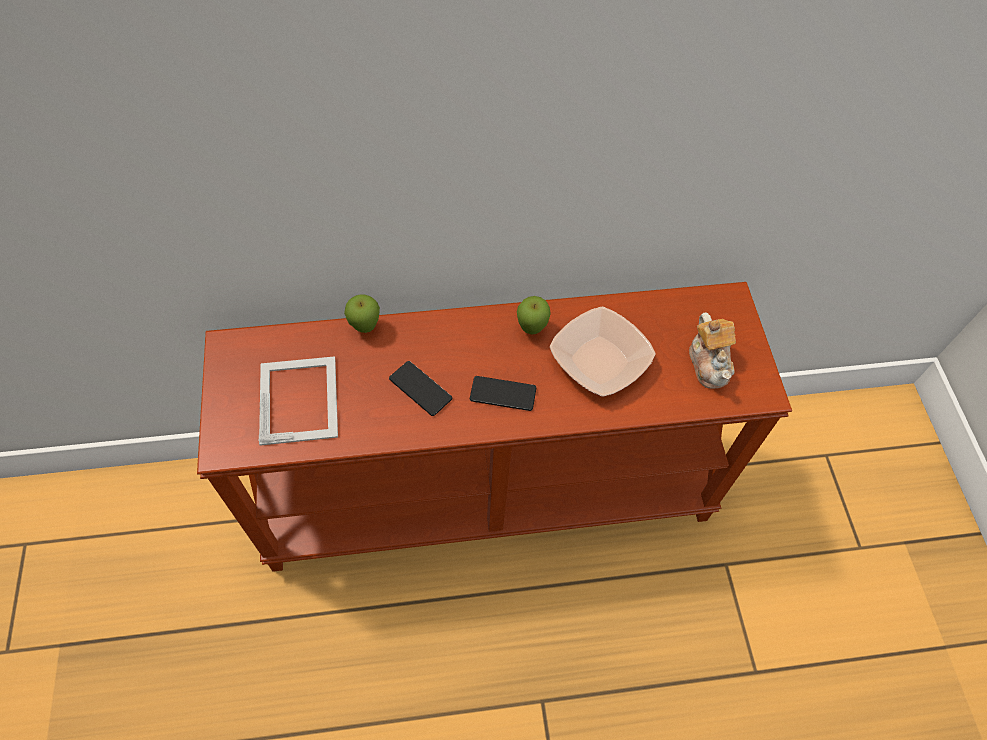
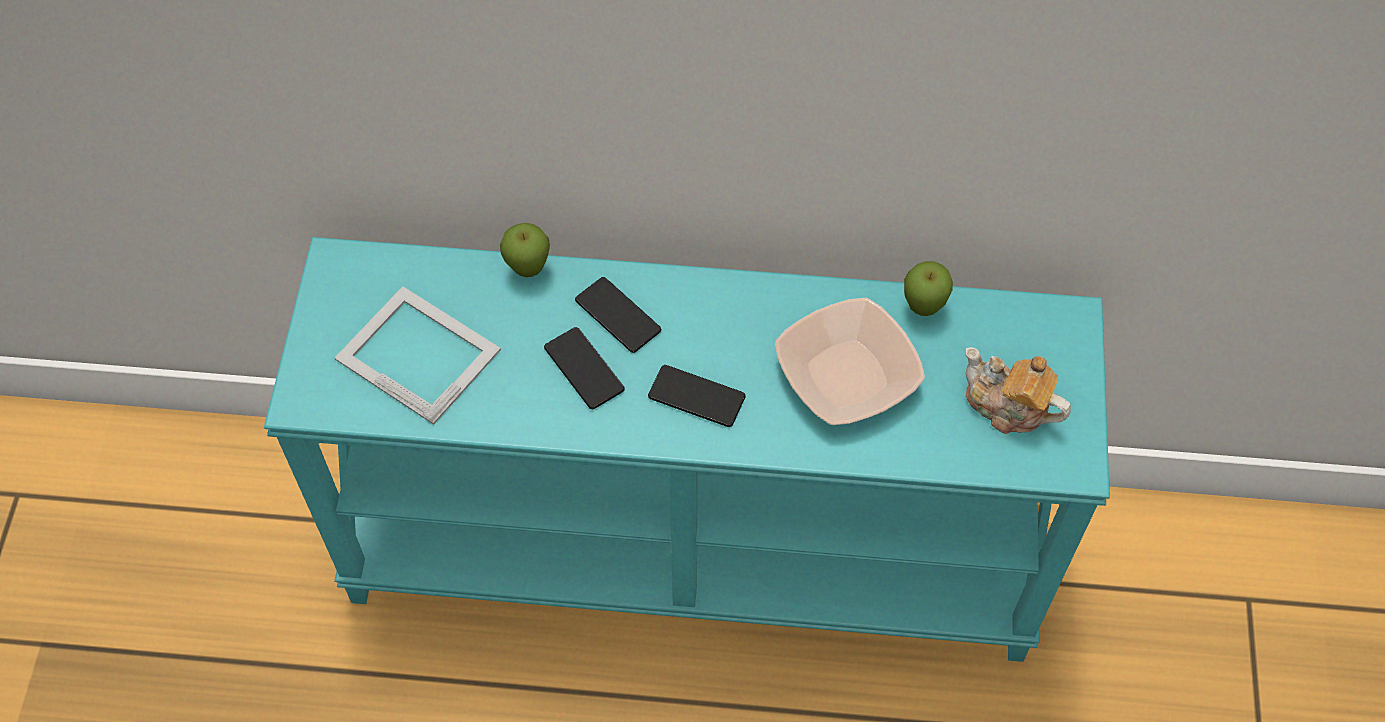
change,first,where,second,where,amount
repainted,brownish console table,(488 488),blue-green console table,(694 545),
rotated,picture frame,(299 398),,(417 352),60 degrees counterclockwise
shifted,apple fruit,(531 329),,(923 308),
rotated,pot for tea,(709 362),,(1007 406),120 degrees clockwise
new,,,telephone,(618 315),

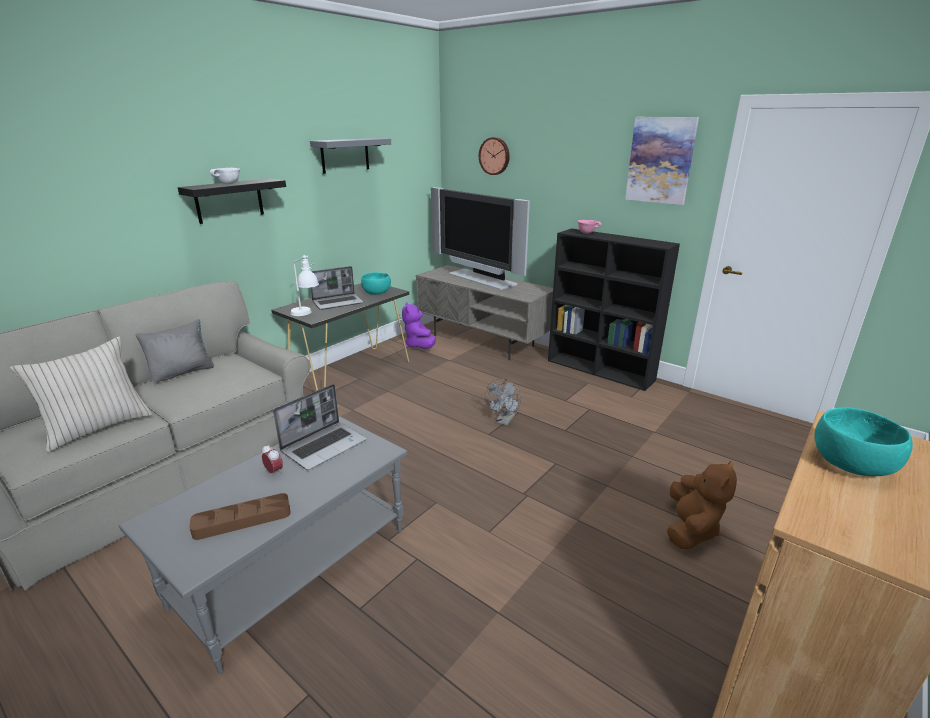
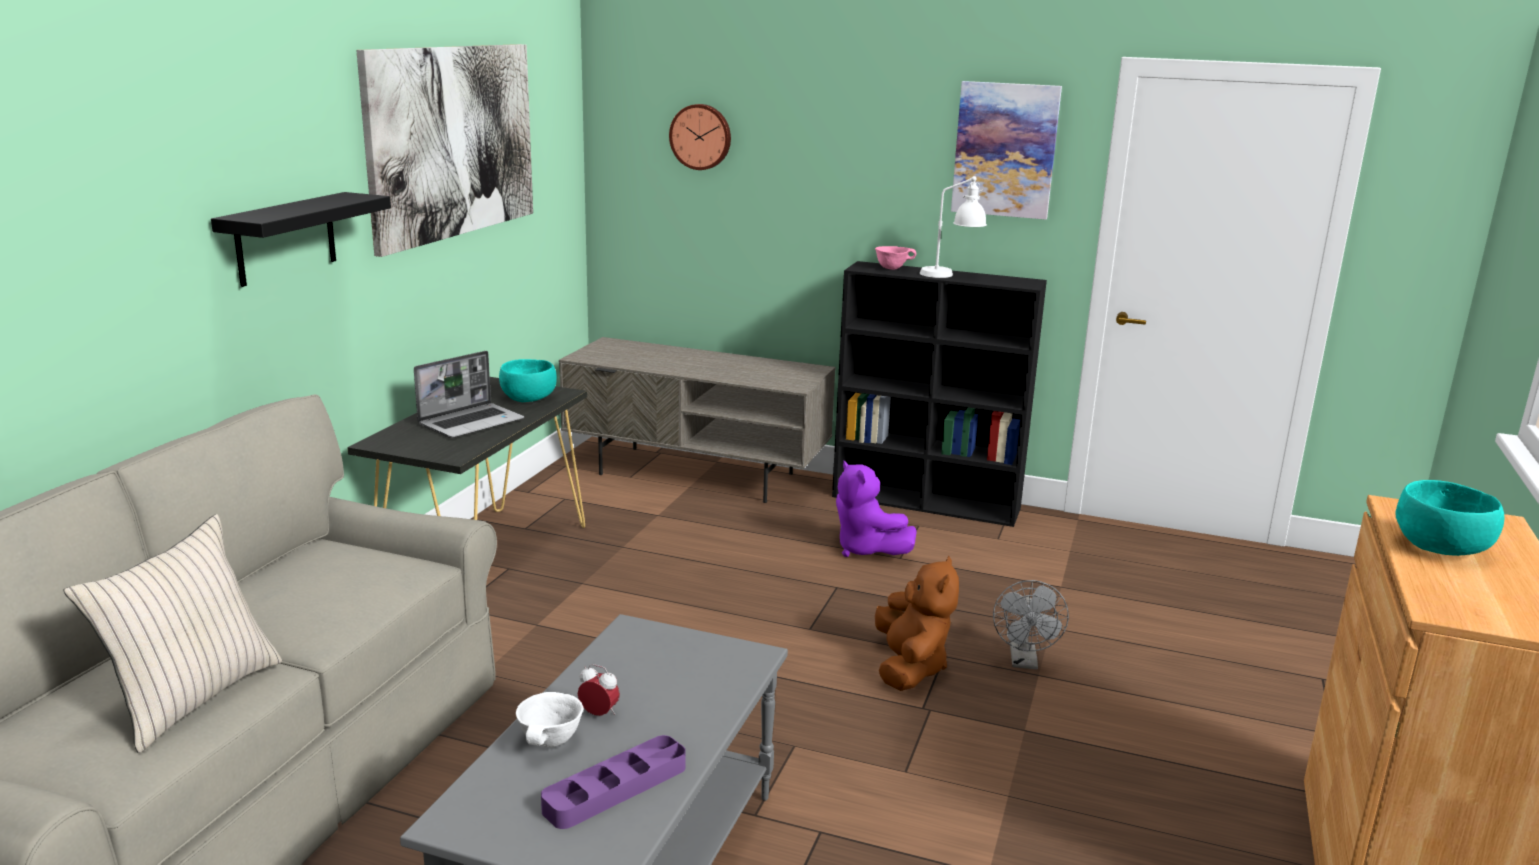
change,first,where,second,where,amount
gone,gray cushion,(183 372),,,
repainted,brownish tray,(242 520),purple-coloured tray,(615 788),
shifted,whitish bowl,(228 184),,(551 742),
gone,portable computer,(324 446),,,
shifted,whitish lamp for a table,(307 314),,(951 275),
swapped,gray shelf,(345 155),picture,(452 142),
shifted,purple-coloured soft toy,(419 346),,(866 550),
gone,television,(481 279),,,
shifted,gray cooling fan,(504 421),,(1024 662),
shifted,brownish soft toy,(691 529),,(909 667),

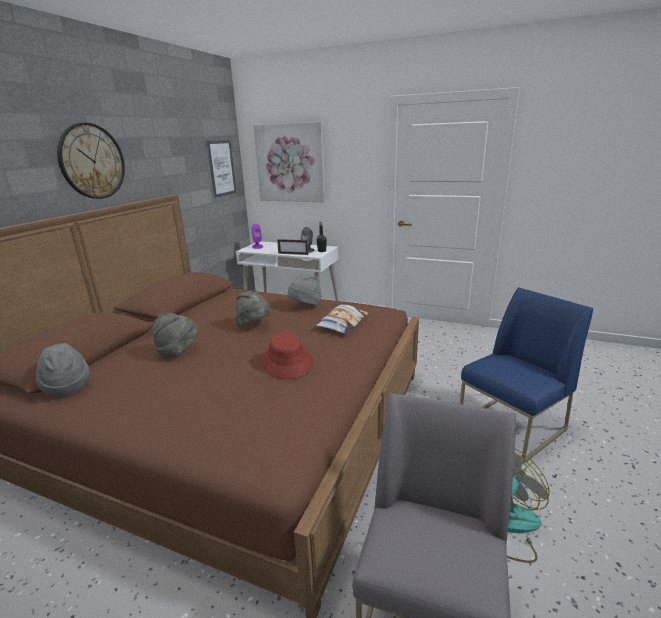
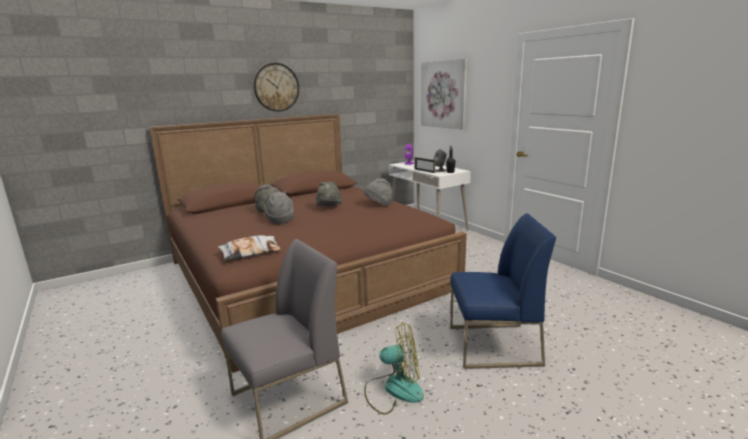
change,first,where,second,where,amount
shifted,gray clothing hat,(67 387),,(281 220),
gone,picture,(221 168),,,
gone,red clothing hat,(287 362),,,
shifted,cushion,(342 323),,(250 252),

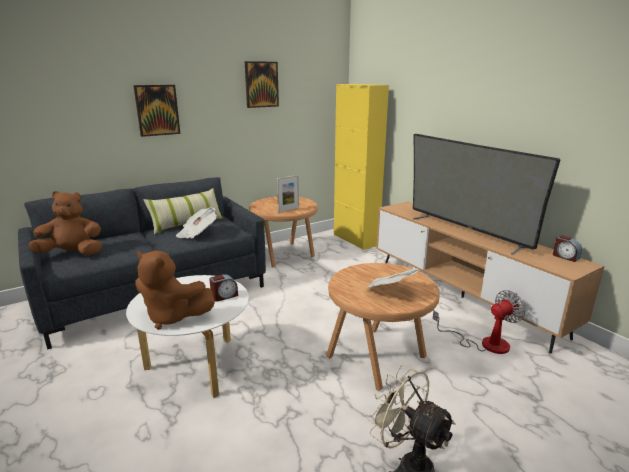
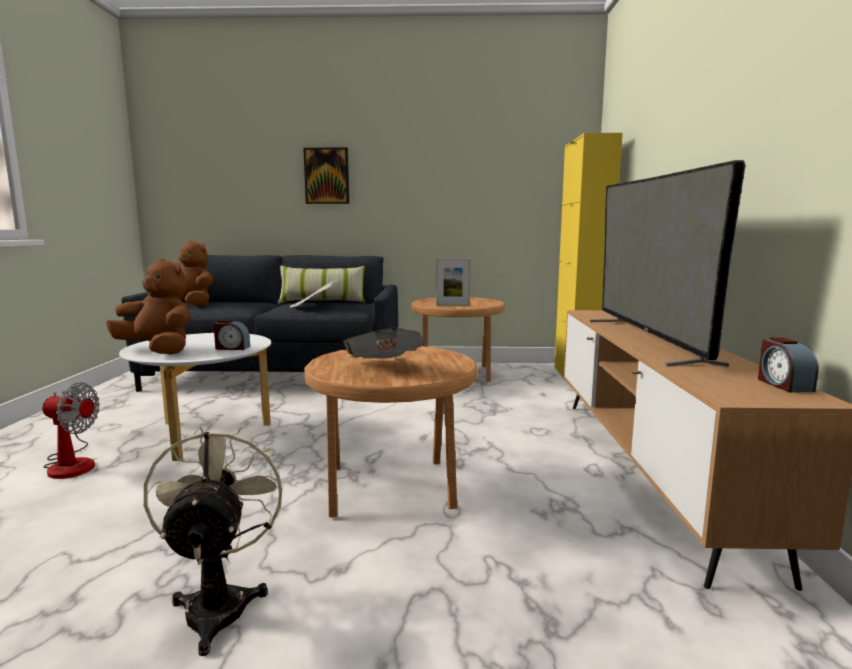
change,first,where,second,where,amount
rotated,brownish soft toy,(172 317),,(158 350),150 degrees clockwise
gone,picture,(261 84),,,
shifted,cooling fan,(484 343),,(72 463),

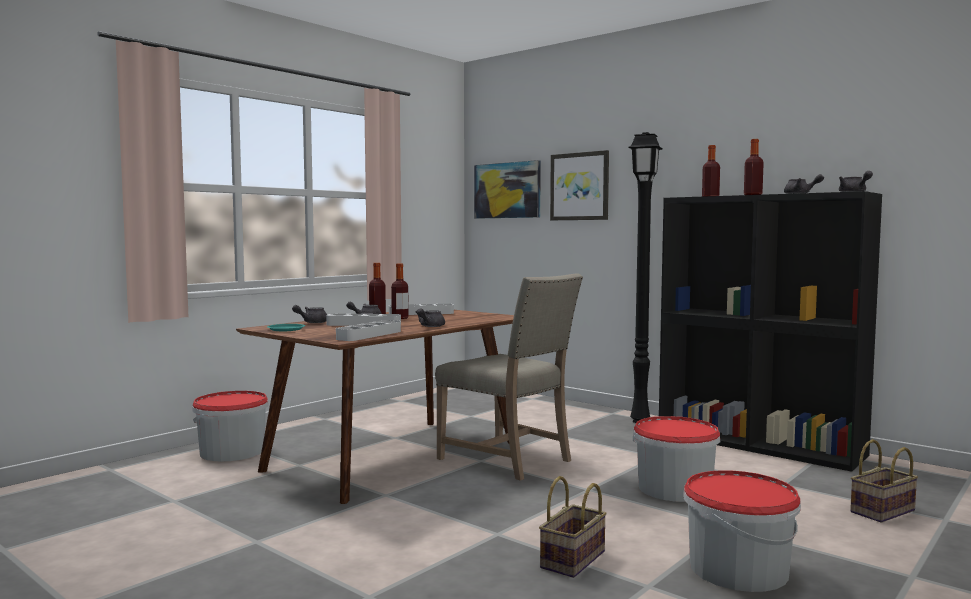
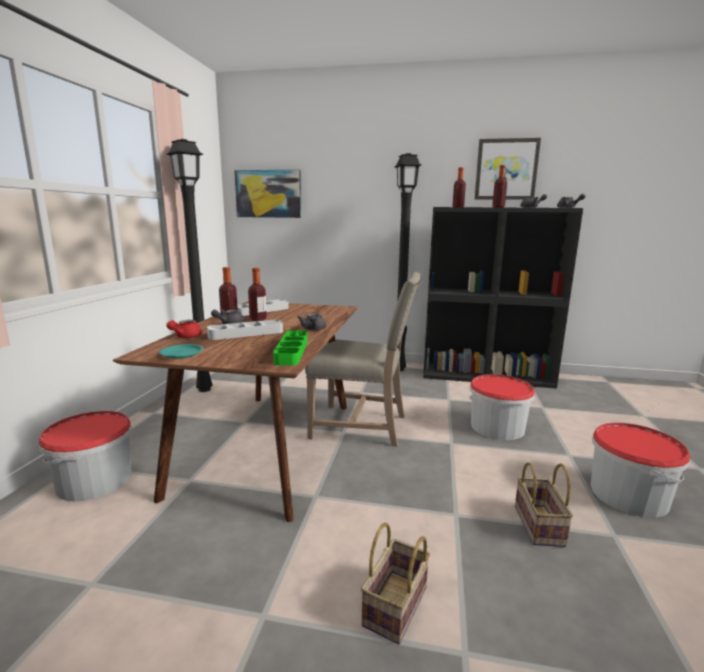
change,first,where,second,where,amount
repainted,gray pot for tea,(311 322),red pot for tea,(185 337),
repainted,gray tray,(369 335),green tray,(291 351),
shifted,picture,(580 186),,(506 169),
shifted,household basket,(883 512),,(396 608),
new,,,black floor lamp,(205 389),

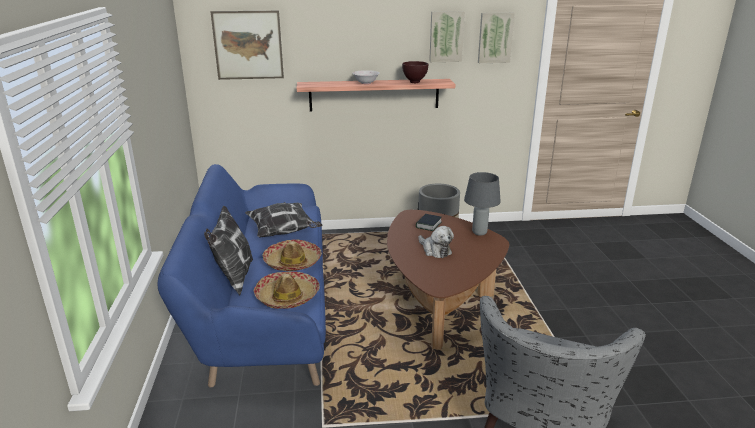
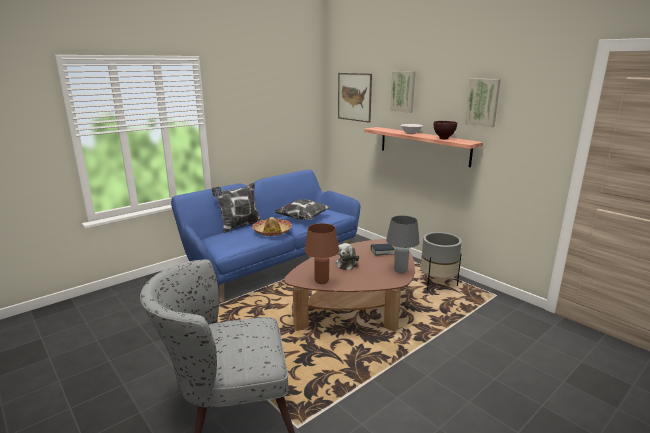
change,first,where,second,where,amount
gone,clothing hat,(287 297),,,
shifted,picture,(495 37),,(403 91),
new,,,brownish lamp for a table,(322 281),

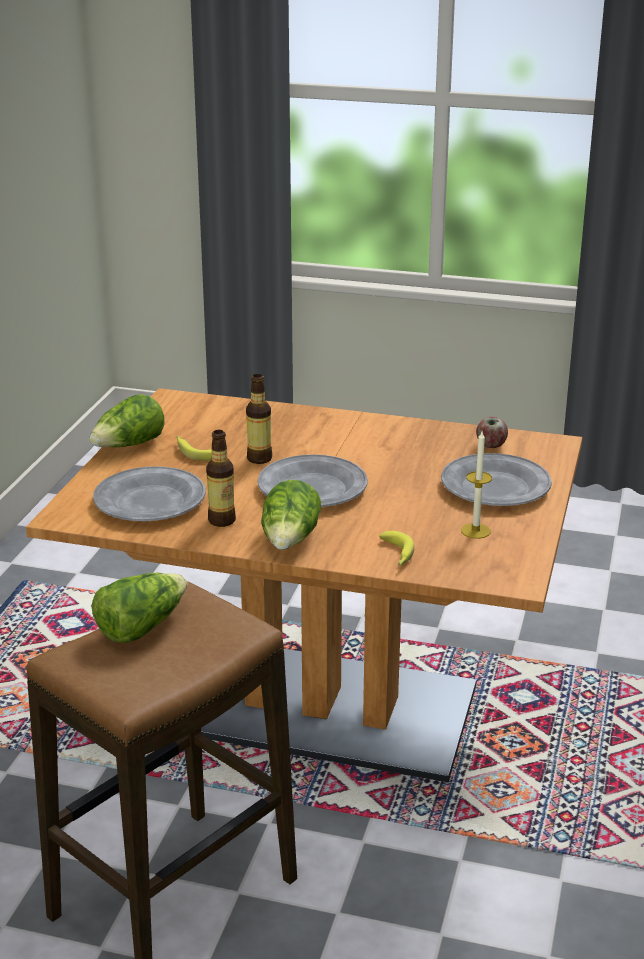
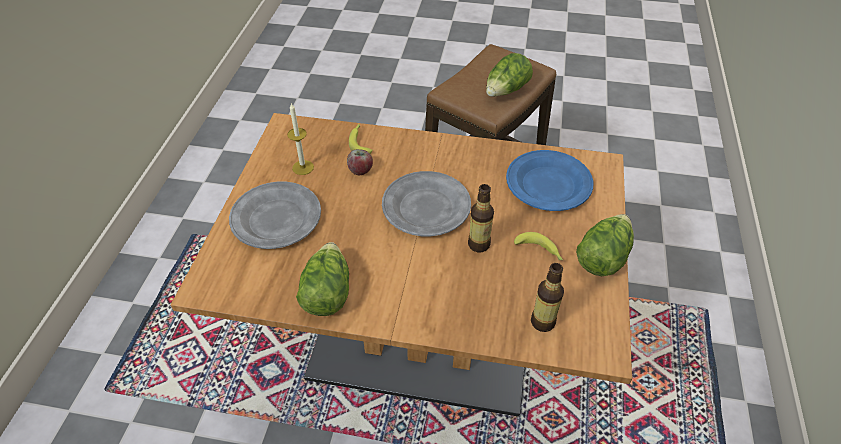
change,first,where,second,where,amount
repainted,gray flat dish,(150 501),blue-coloured flat dish,(548 184),
shifted,beverage bottle,(222 520),,(542 322),
shifted,lettuce,(290 540),,(326 292),
shifted,apple fruit,(491 445),,(360 170),

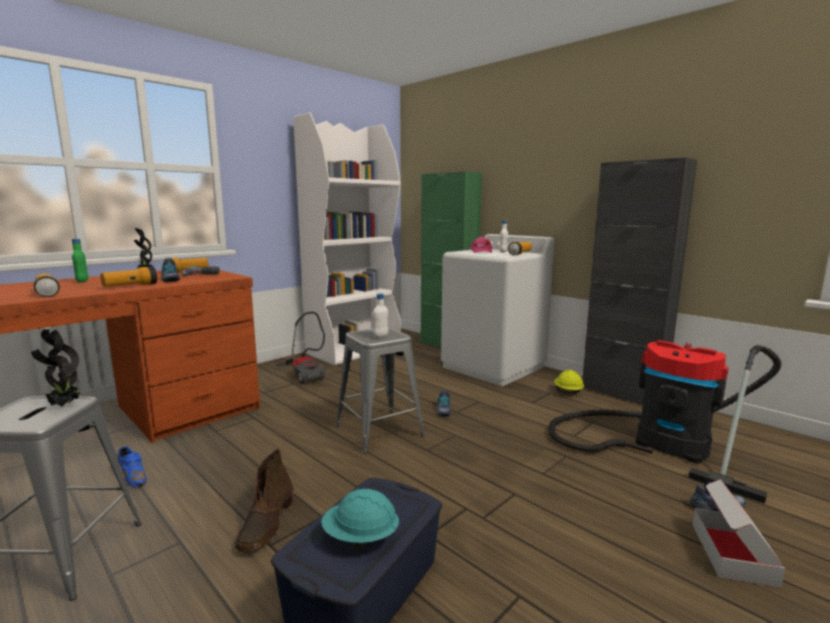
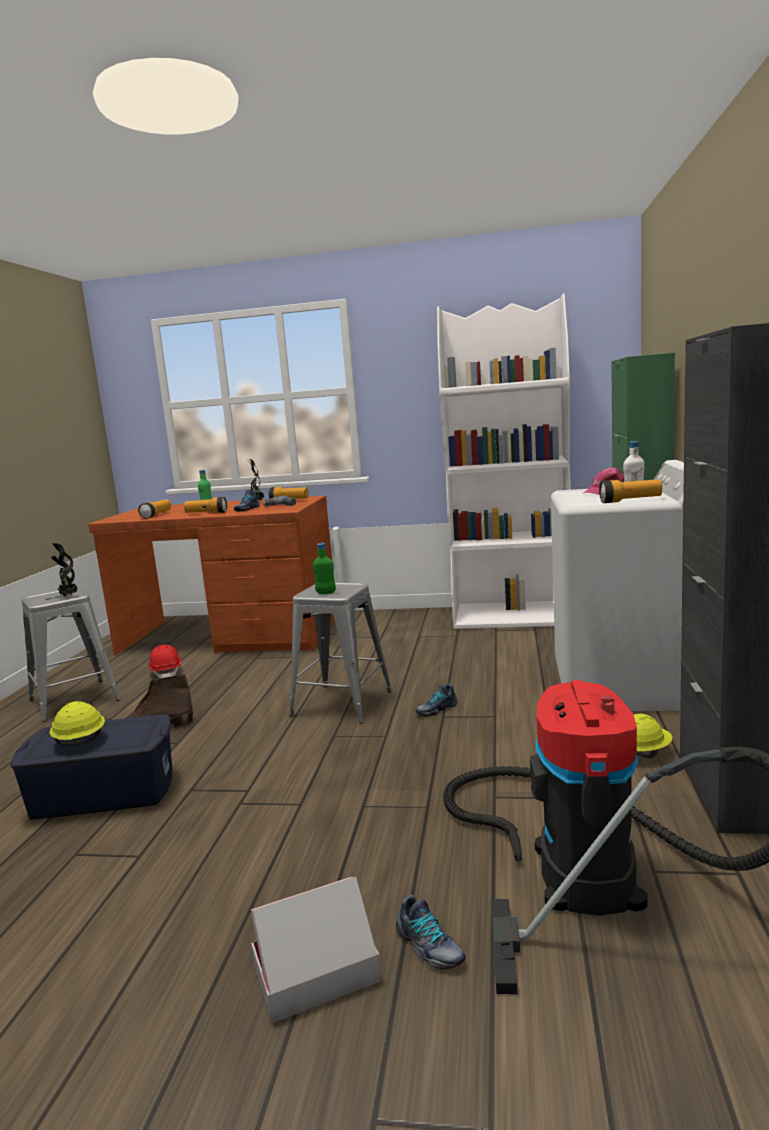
change,first,where,second,where,amount
swapped,blue-coloured shoe,(133 477),red safety helmet,(166 671),
gone,vacuum cleaner,(306 374),,,
repainted,blue-green safety helmet,(360 538),yellowish safety helmet,(80 741),
repainted,whitish beverage bottle,(380 336),green beverage bottle,(325 593),

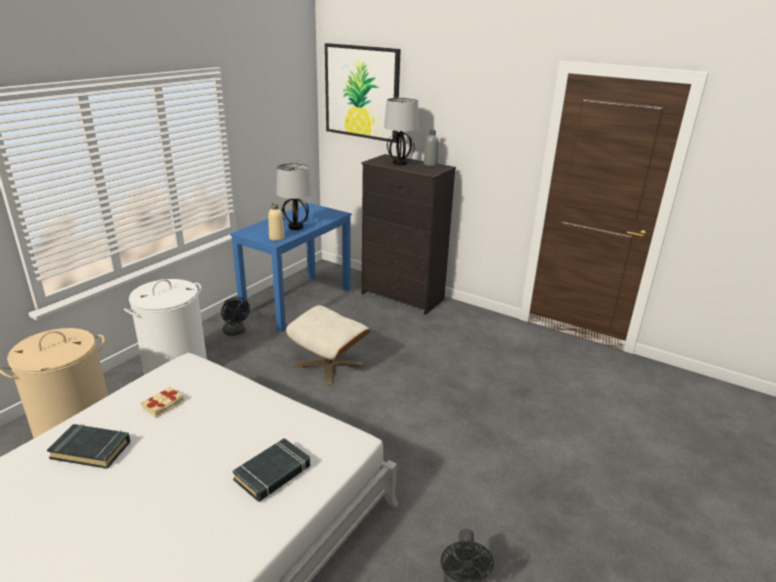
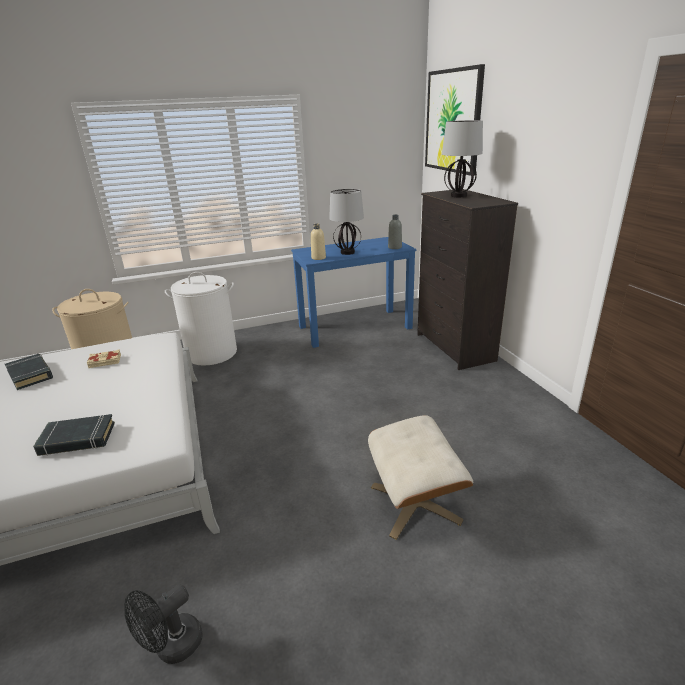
change,first,where,second,where,amount
gone,black cooling fan,(235 332),,,
shifted,beige-coloured ottoman,(329 365),,(415 503),
shifted,gray beverage bottle,(430 164),,(395 247),

